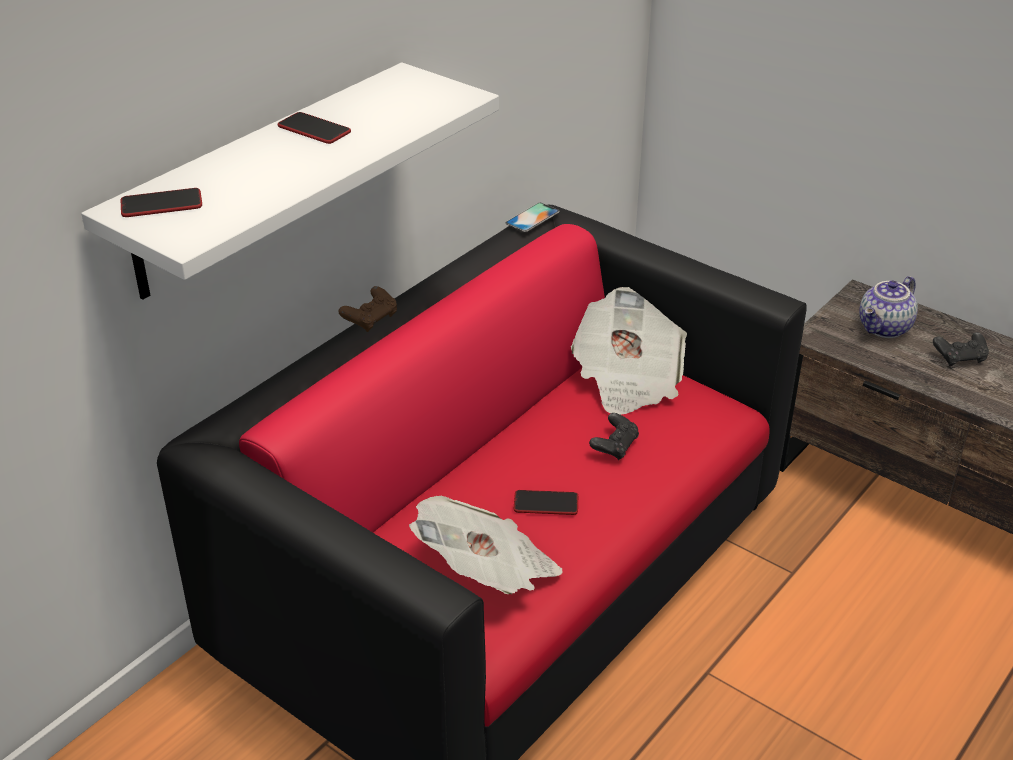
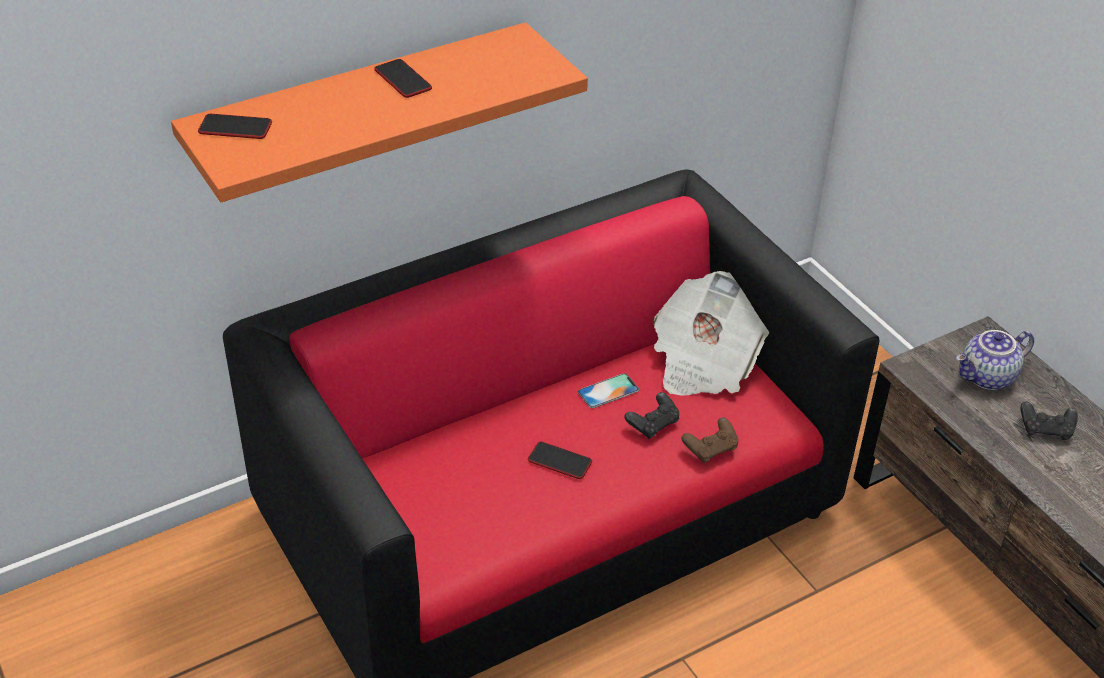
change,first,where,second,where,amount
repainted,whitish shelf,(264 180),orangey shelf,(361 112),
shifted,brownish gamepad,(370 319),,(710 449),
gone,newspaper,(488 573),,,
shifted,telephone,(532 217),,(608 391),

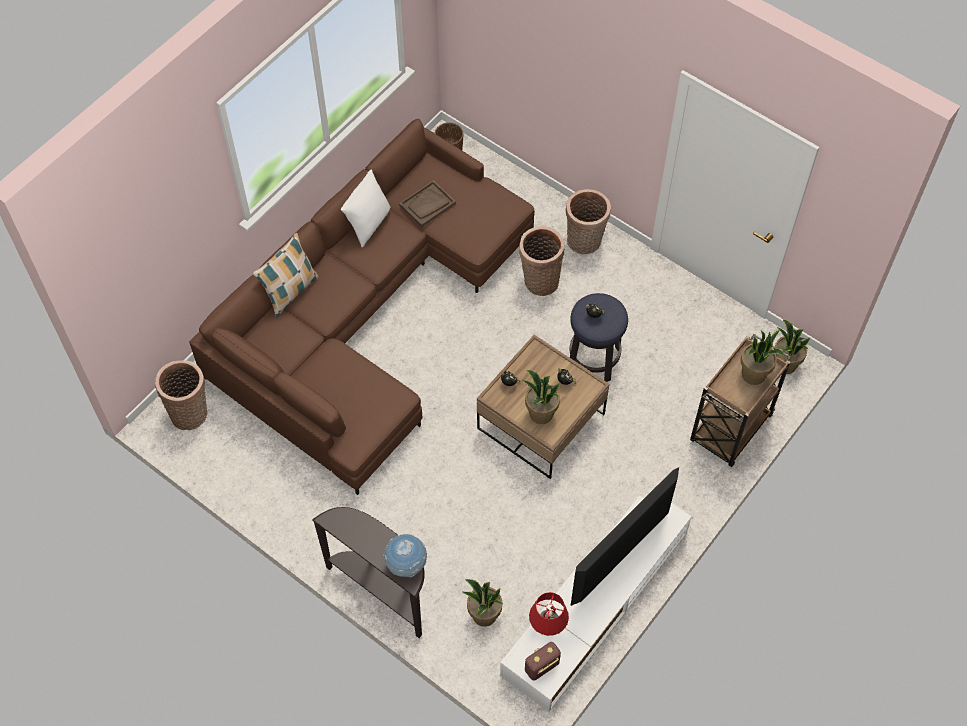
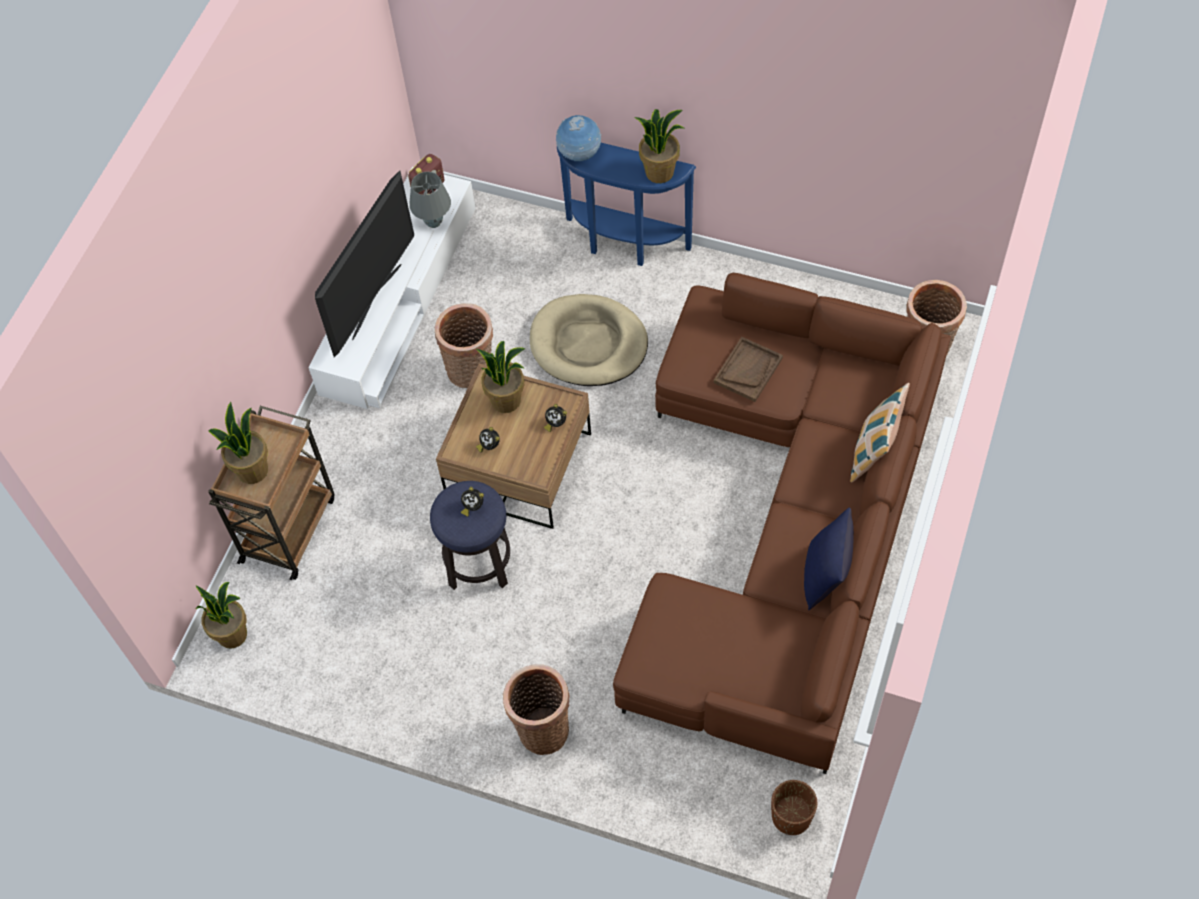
change,first,where,second,where,amount
repainted,brownish console table,(382 590),blue-coloured console table,(624 245),
repainted,whitish cushion,(368 224),blue-coloured cushion,(825 576),
shifted,brownish tray,(427 205),,(748 370),
shifted,potted plant,(484 615),,(659 172),
shifted,household basket,(539 280),,(471 371),
repainted,red lamp for a table,(548 626),gray lamp for a table,(434 223),
new,,,beige-coloured dog bed,(588 344),

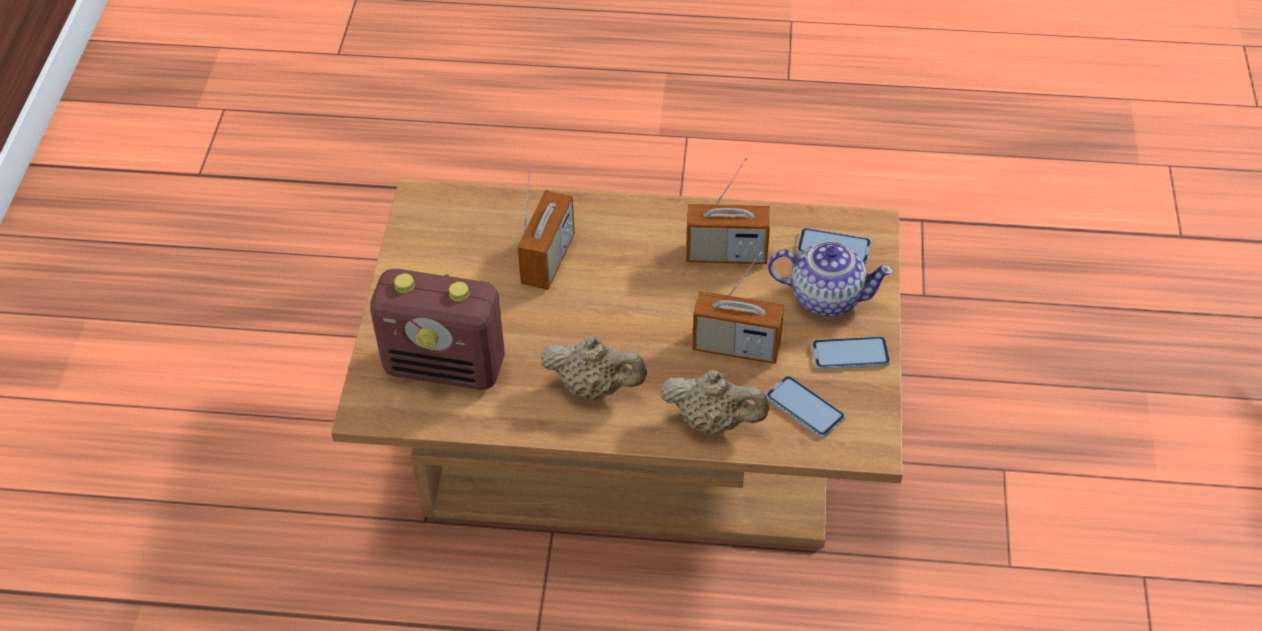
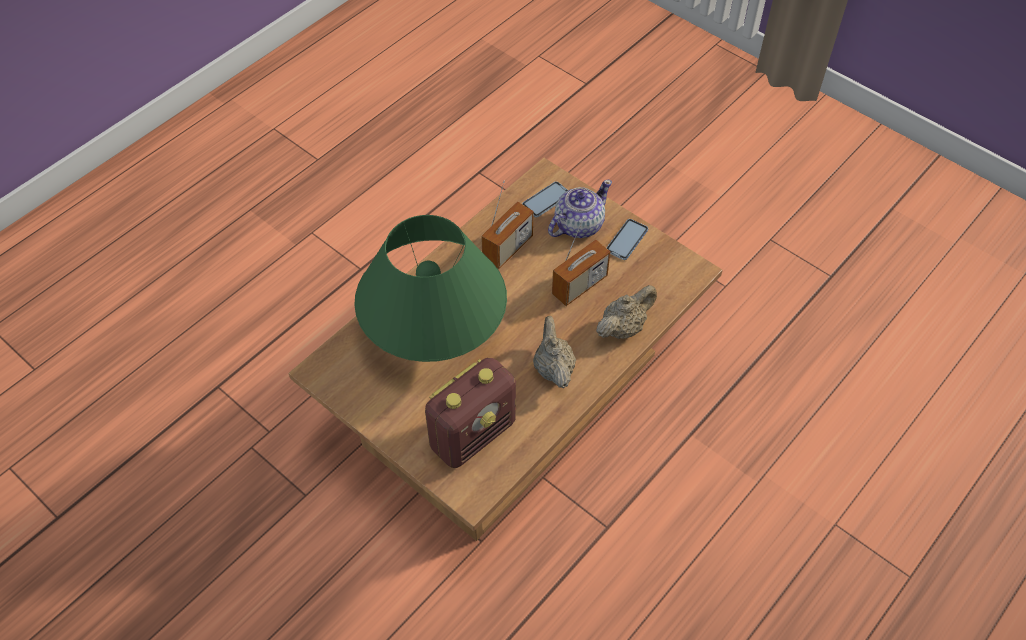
change,first,where,second,where,amount
swapped,radio receiver,(548 260),green lamp for a table,(434 334),
rotated,beige-coloured pot for tea,(594 387),,(553 368),60 degrees counterclockwise
gone,telephone,(805 408),,,

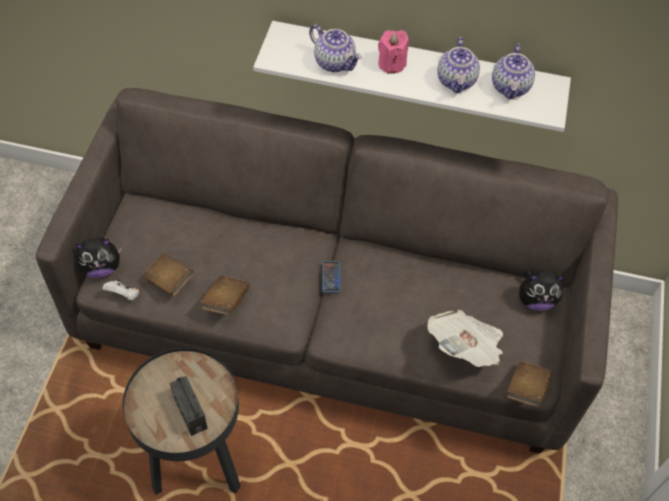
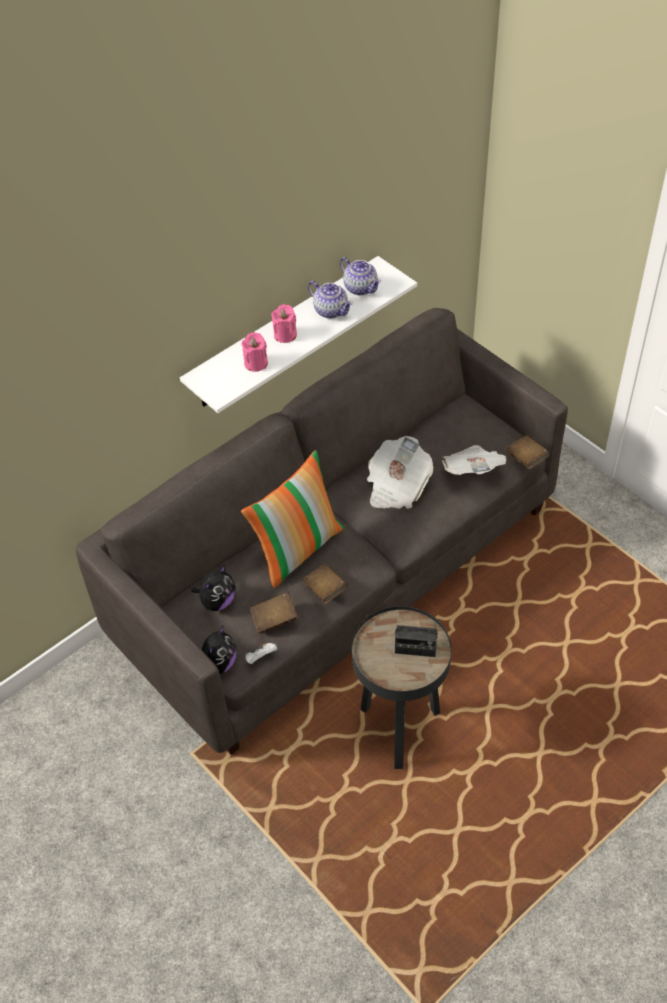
change,first,where,second,where,amount
swapped,pot for tea,(335 62),pink-coloured candle,(256 363),
gone,telephone,(331 277),,,
shifted,soft toy,(535 300),,(217 601),
new,,,cushion,(297 548),
new,,,newspaper,(396 486),

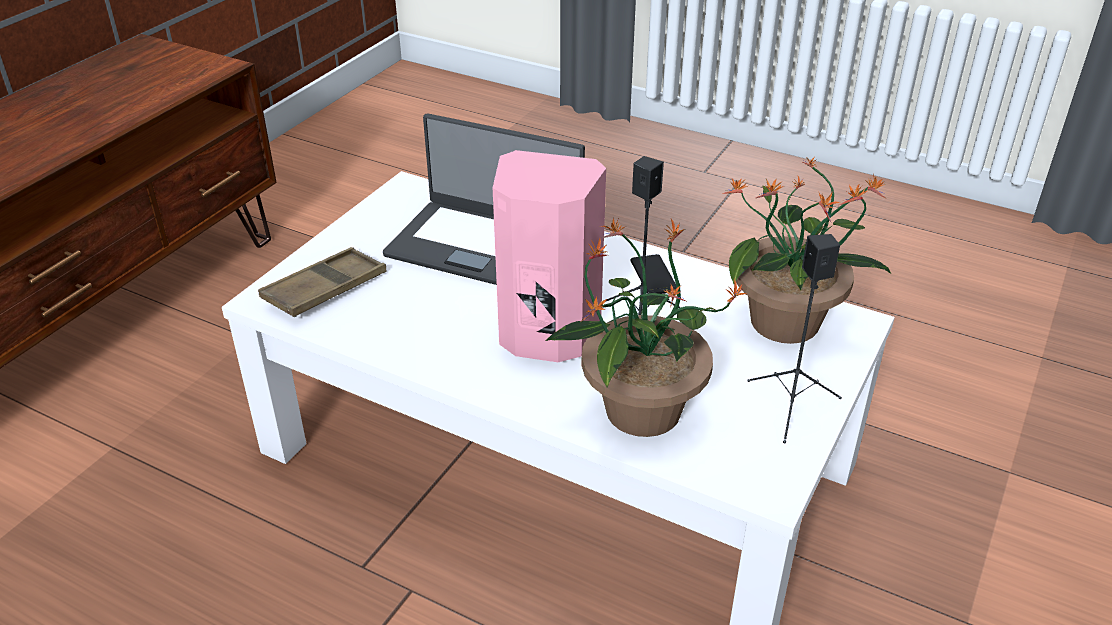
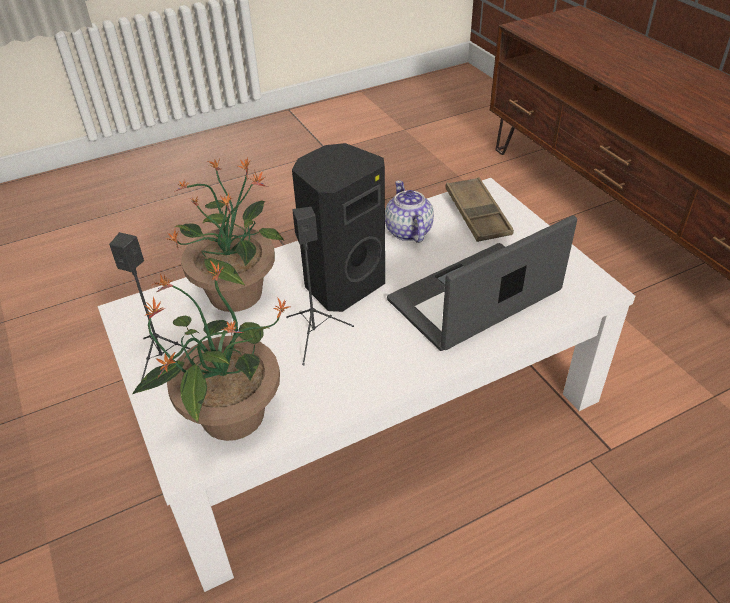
change,first,where,second,where,amount
repainted,pink-coloured audio speaker,(546 336),black audio speaker,(342 284),
gone,telephone,(653 275),,,
new,,,pot for tea,(407 231),

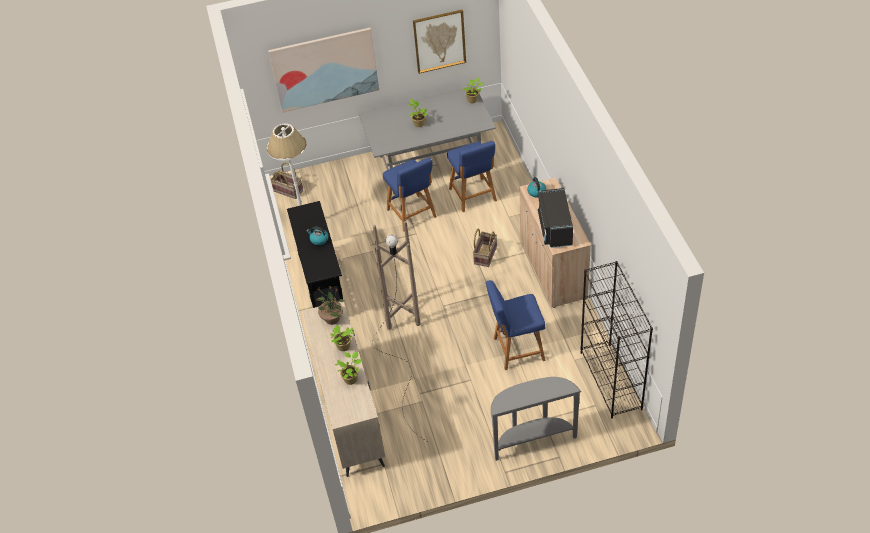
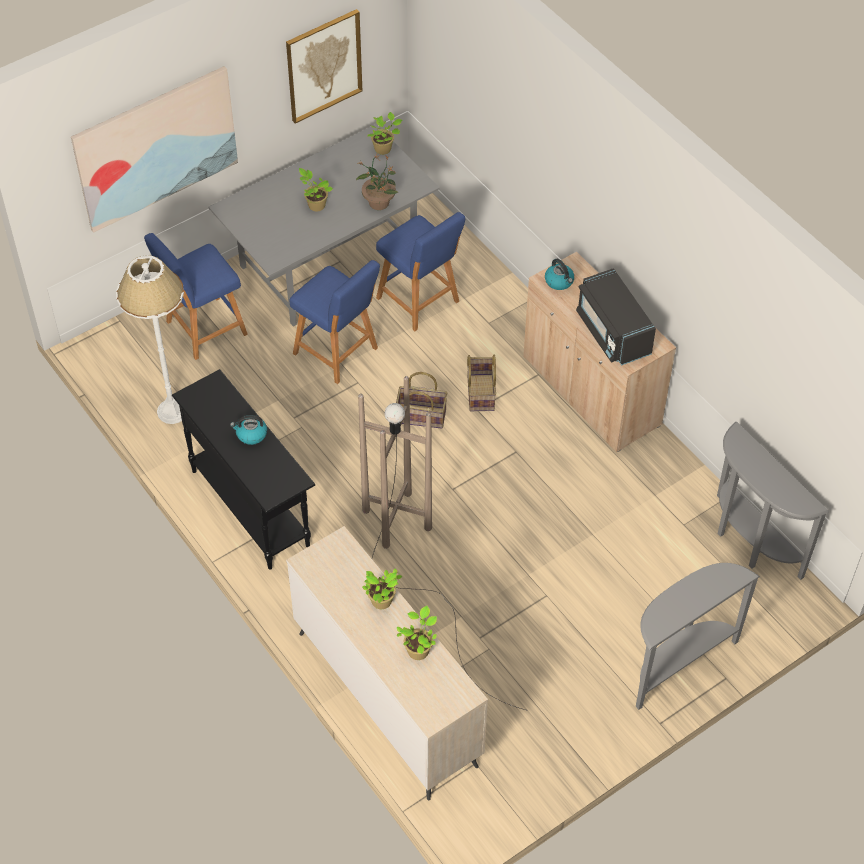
change,first,where,second,where,amount
shifted,household basket,(288 190),,(421 415),
shifted,potted plant,(332 318),,(378 202),
shifted,blue-coloured stool,(516 349),,(203 329),
swapped,black bookcase,(611 381),gray console table,(749 543),

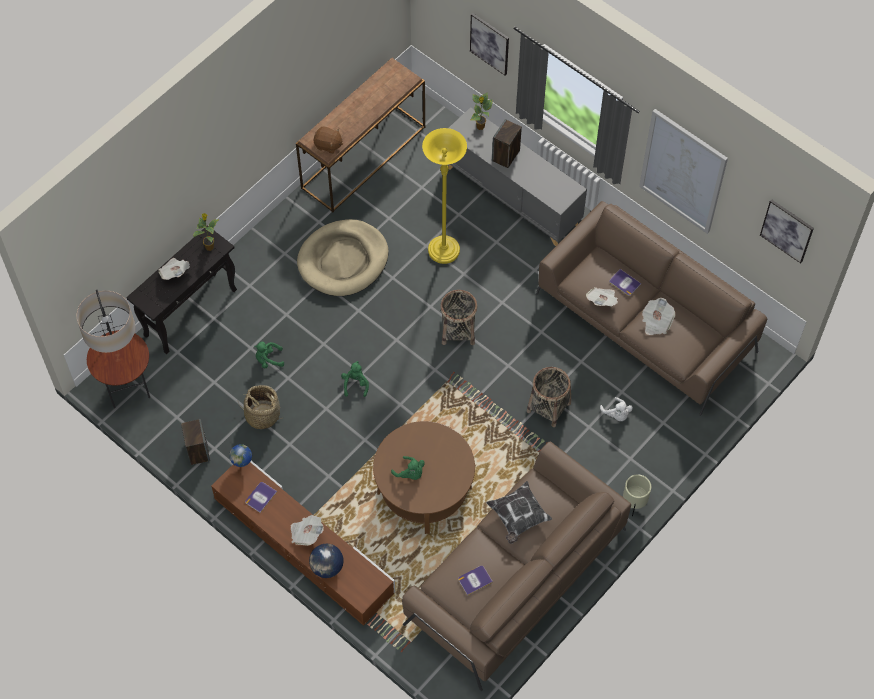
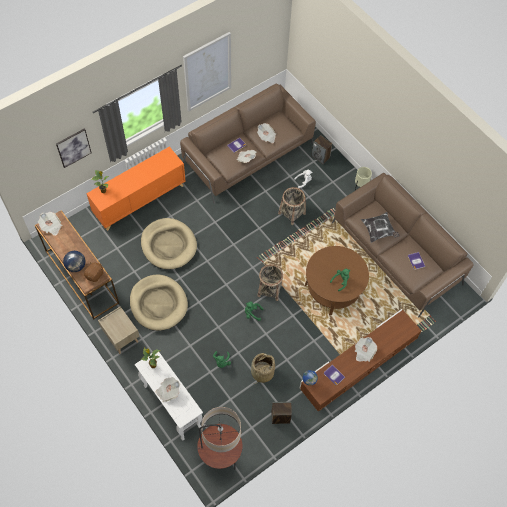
change,first,where,second,where,amount
repainted,black console table,(191 312),whitish console table,(171 406),
shifted,globe,(327 567),,(76 266),
swapped,yellowish floor lamp,(444 251),beige-coloured dog bed,(168 245),
shifted,household basket,(458 331),,(270 289),
repainted,gray cupboard,(512 196),orangey cupboard,(140 200),
shifted,audio speaker,(506 156),,(320 157),
gone,picture,(787 230),,,
new,,,newspaper,(51 227),
new,,,beige-coloured nightstand,(121 338),

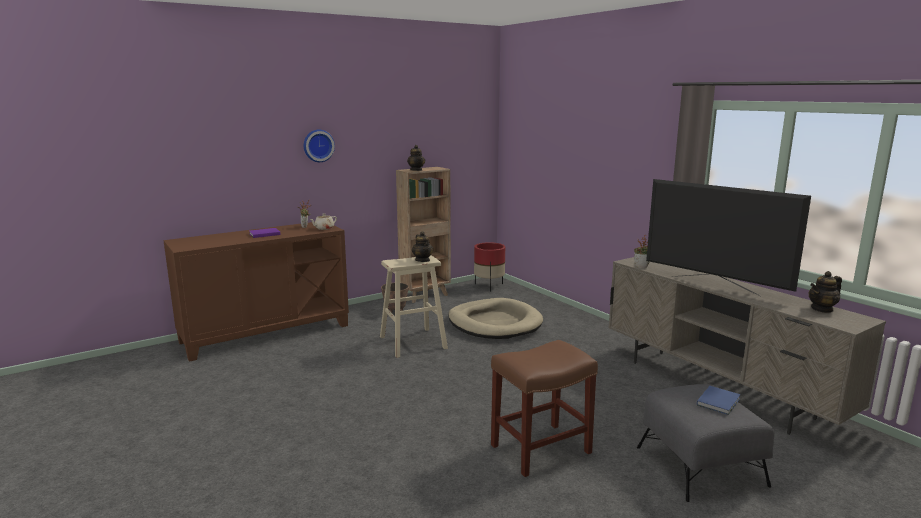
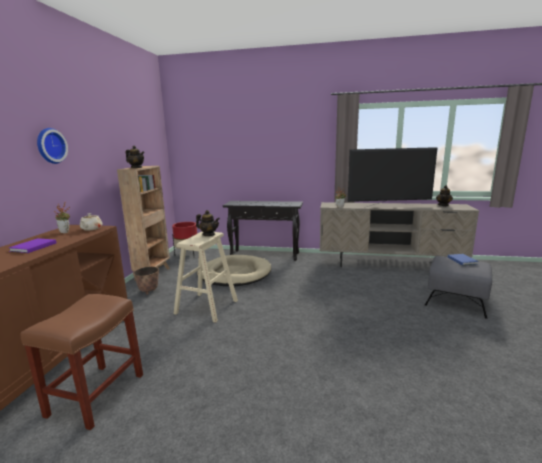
change,first,where,second,where,amount
shifted,brownish stool,(539 449),,(96 395),
new,,,black console table,(265 255),

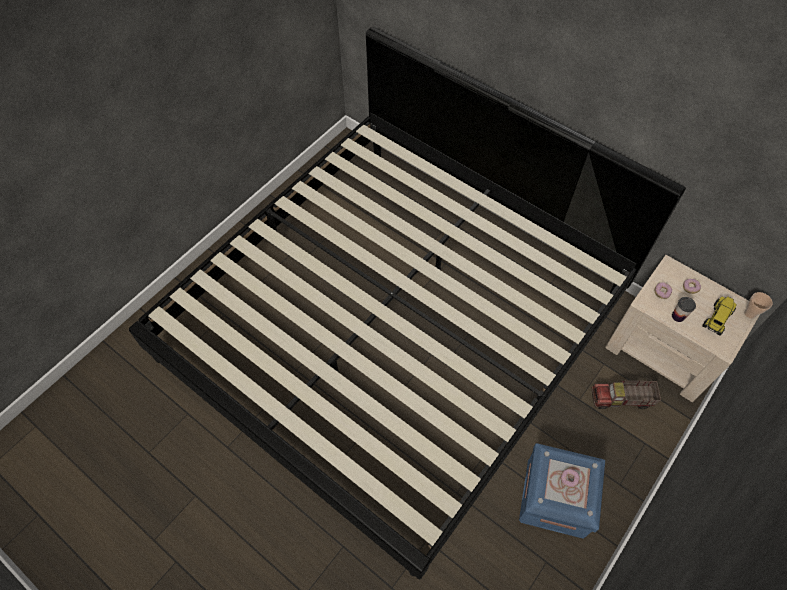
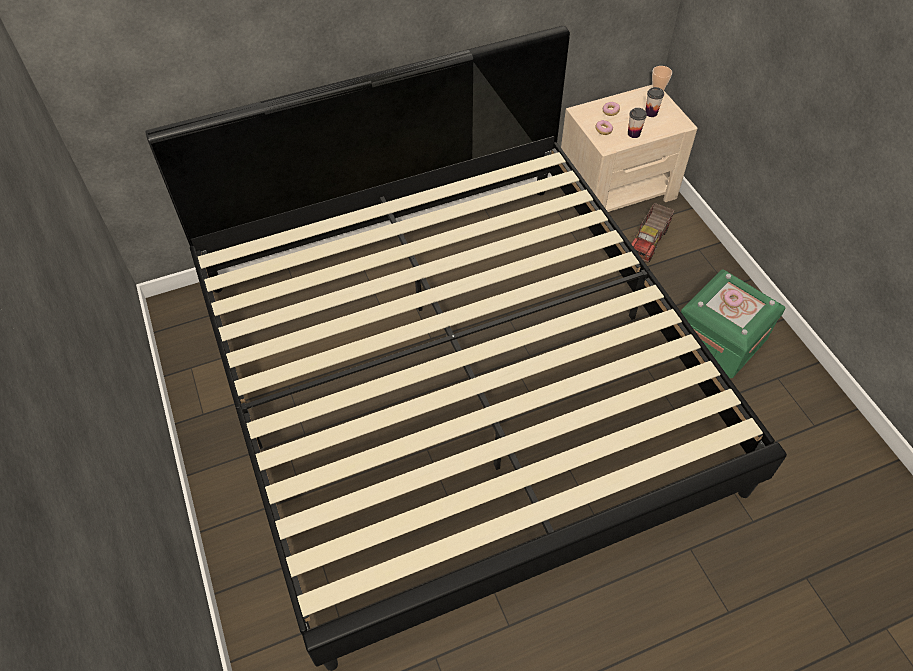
change,first,where,second,where,amount
repainted,blue-coloured storage container,(555 498),green storage container,(720 339),
swapped,toy truck,(717 319),drinking cup,(651 113),

